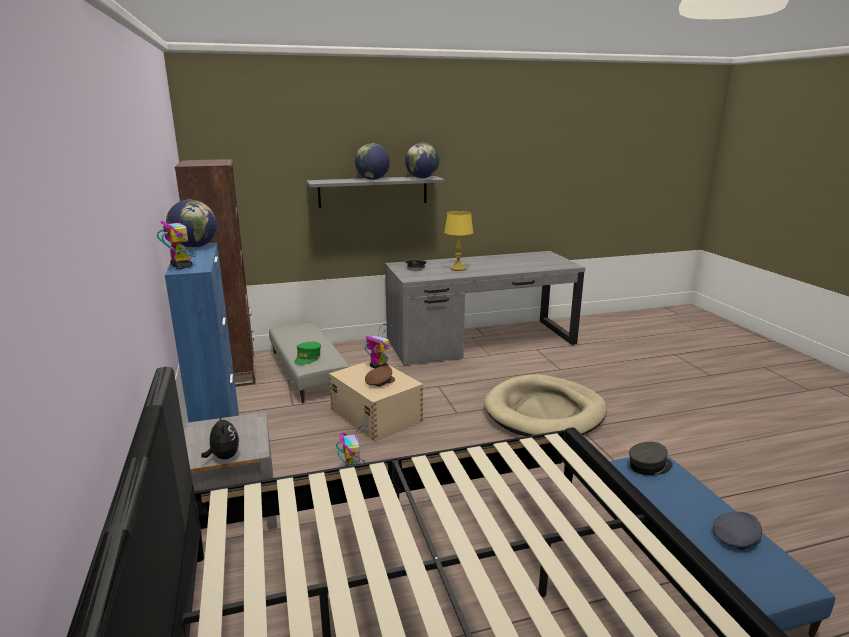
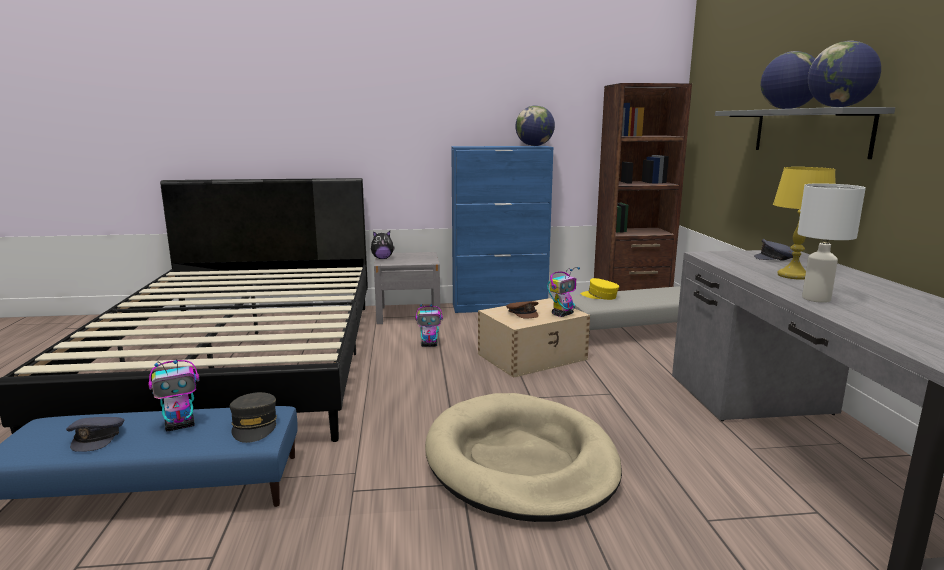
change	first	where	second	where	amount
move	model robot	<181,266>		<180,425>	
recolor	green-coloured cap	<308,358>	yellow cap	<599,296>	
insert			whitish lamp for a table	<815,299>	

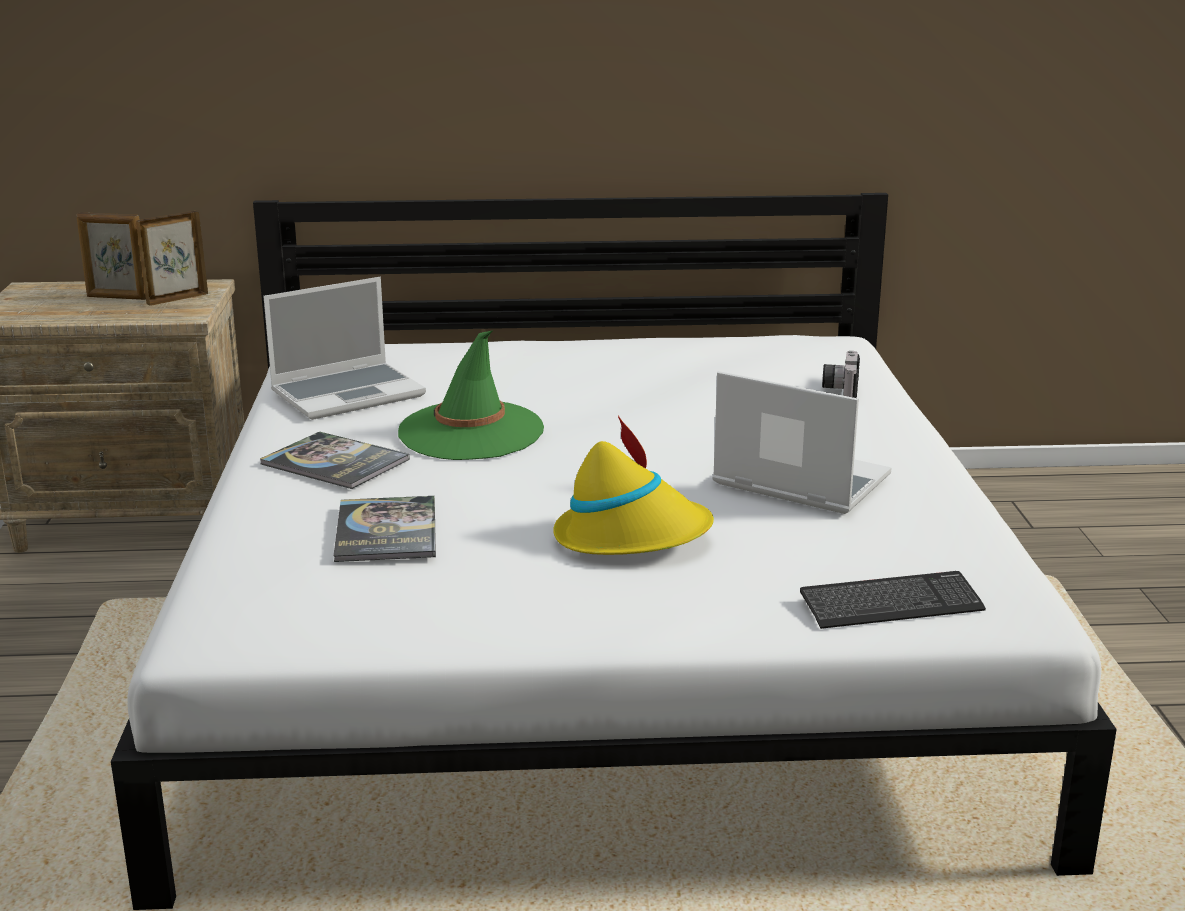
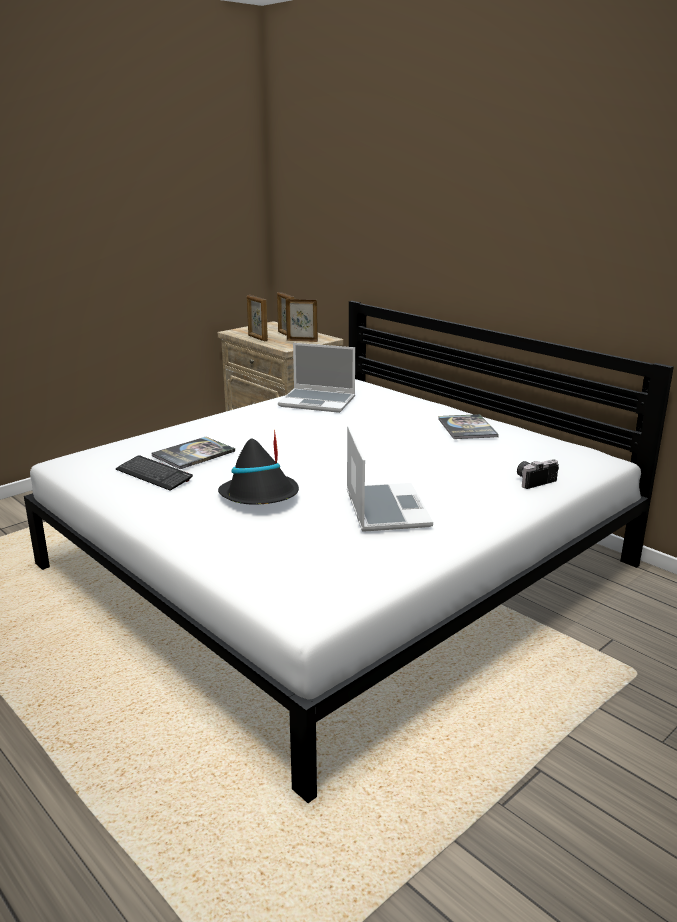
change	first	where	second	where	amount
move	book	<335,462>		<467,428>	
delete	green-coloured hat	<471,432>			
recolor	yellow hat	<632,536>	black-coloured hat	<260,496>	
move	computer keyboard	<891,604>		<154,475>	
insert			photo frame	<257,338>	

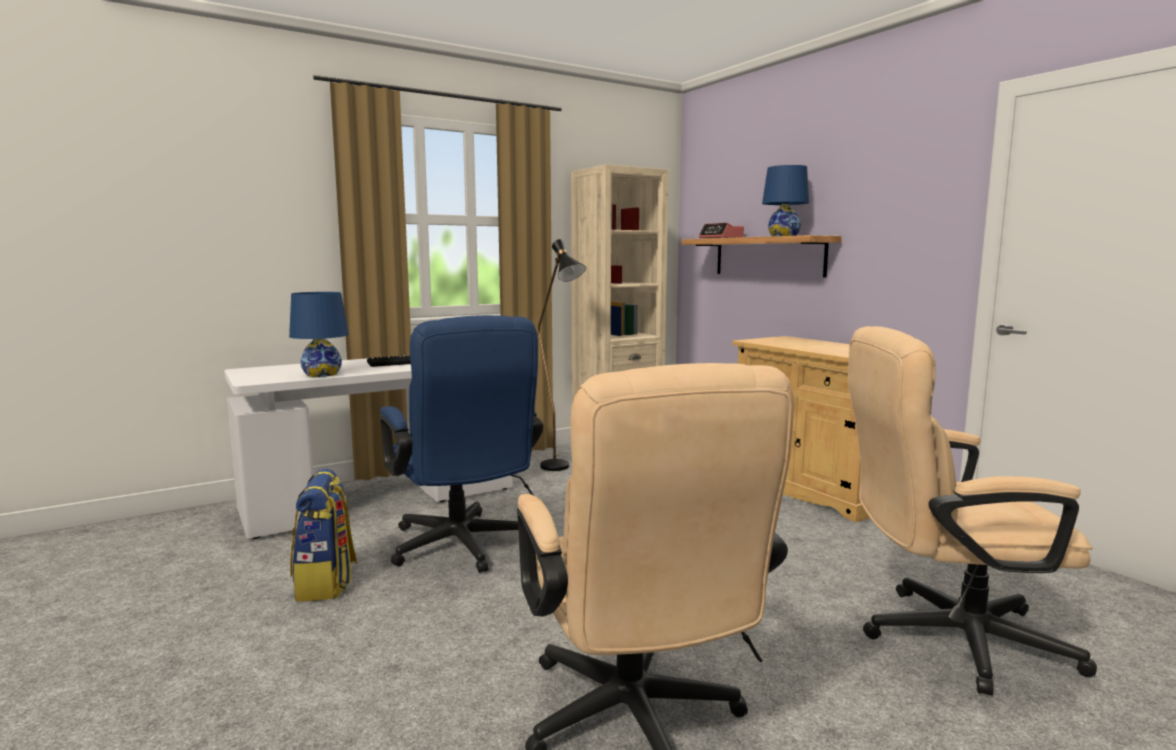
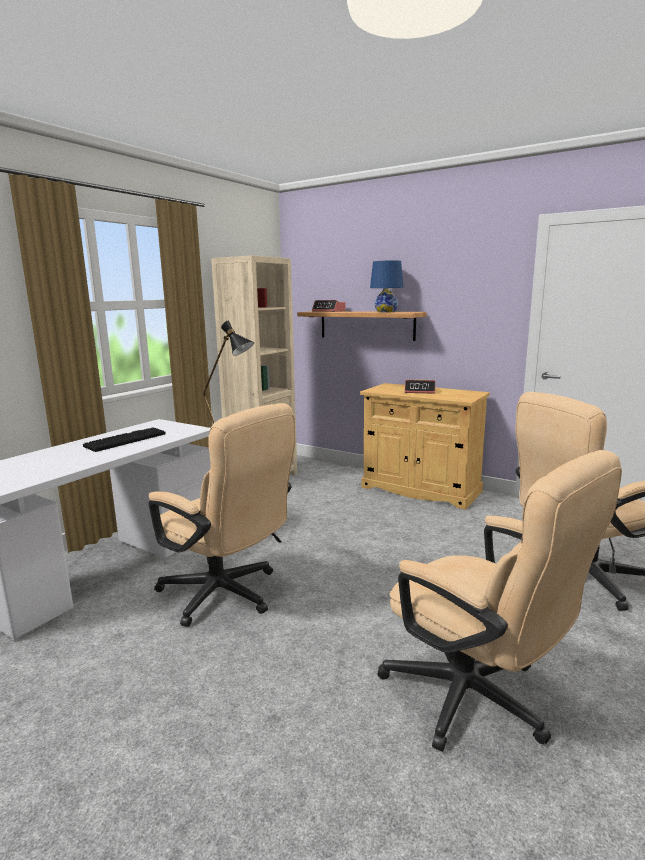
change	first	where	second	where	amount
delete	bluish lamp for a table	<322,374>			
delete	rucksack	<326,583>			
recolor	bluish desk chair	<462,549>	beige-coloured desk chair	<227,596>	
insert			bedside clock	<420,391>	

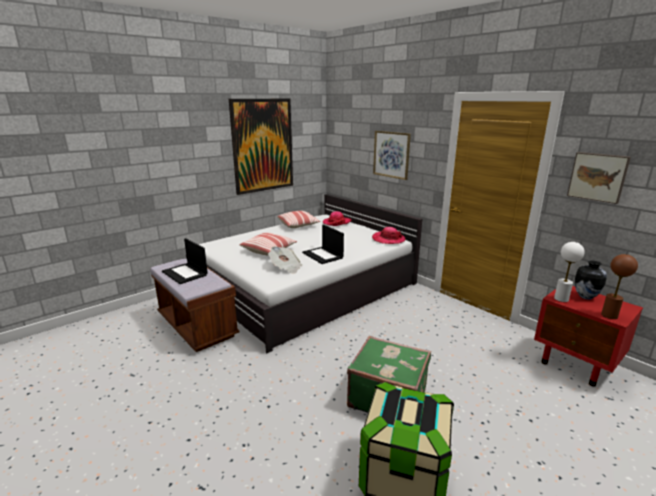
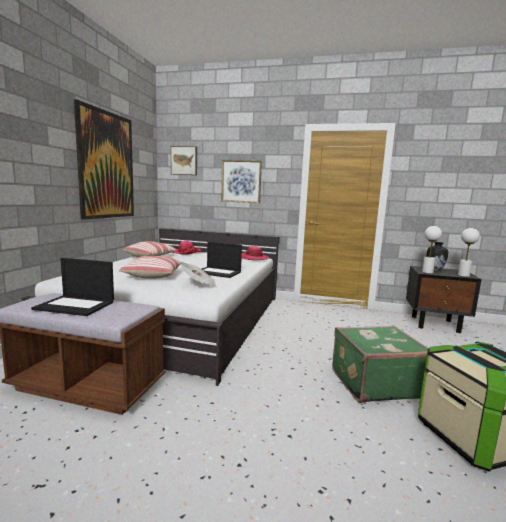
change	first	where	second	where	amount
recolor	red night table	<576,365>	black-coloured night table	<435,324>	
move	picture	<598,177>		<184,161>	
recolor	brown-coloured lamp for a table	<609,315>	whitish lamp for a table	<463,275>	

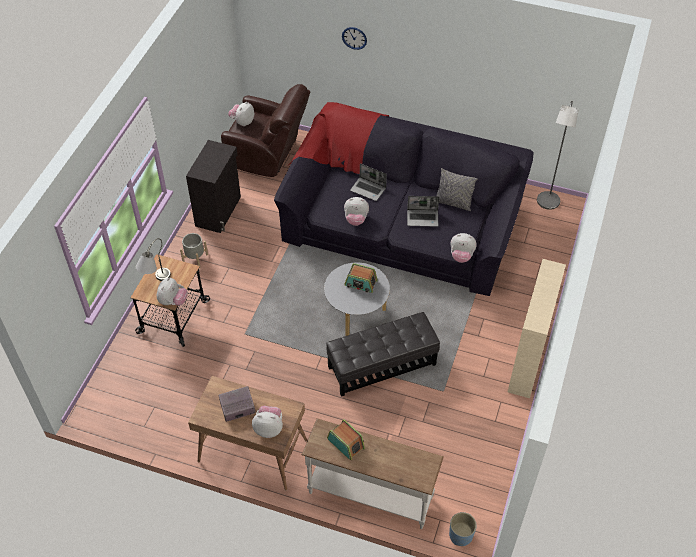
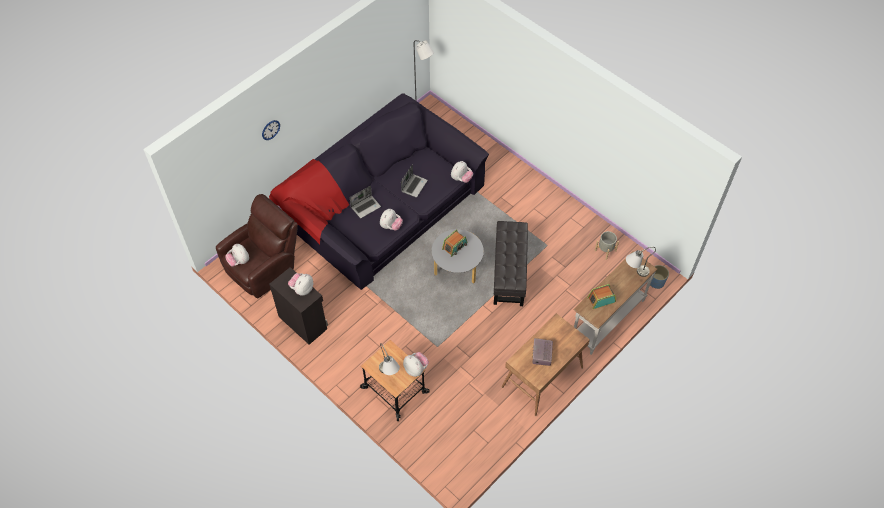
change	first	where	second	where	amount
move	greyish flower pot	<195,258>		<605,250>	
move	cuddly toy	<269,428>		<302,289>	
delete	greyish cushion	<453,203>			
delete	beige-coloured shelving unit	<528,361>			
insert			greyish lamp for a table	<634,272>	

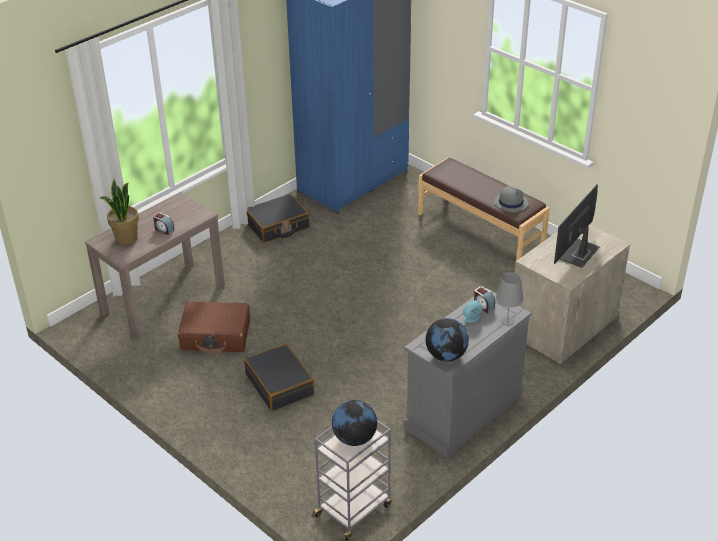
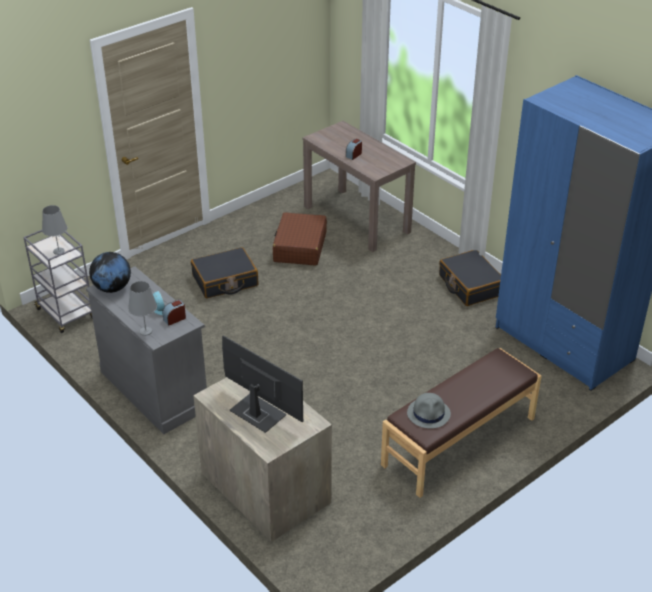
change	first	where	second	where	amount
delete	potted plant	<126,238>			
replace	world globe	<354,438>	greyish lamp for a table	<59,251>	

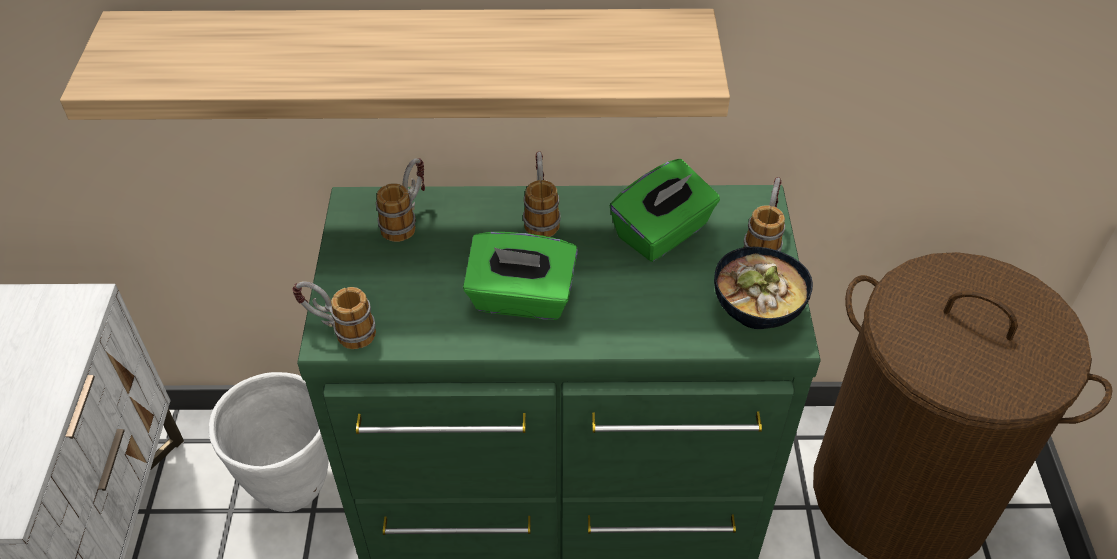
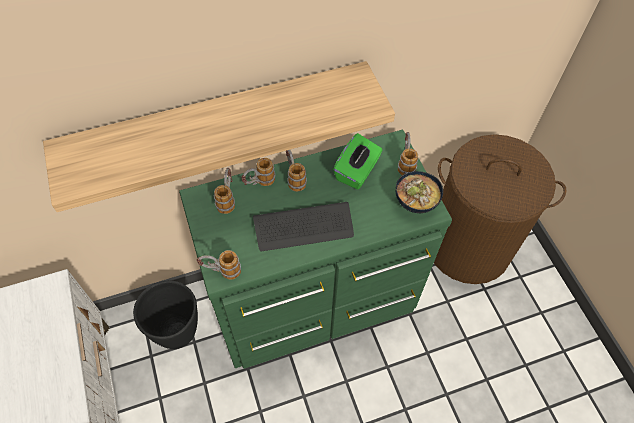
change	first	where	second	where	amount
recolor	whitish flower pot	<292,483>	black-coloured flower pot	<177,332>	
replace	green-coloured box of tissues	<521,299>	computer keyboard	<303,227>	
insert			coffee mug	<259,183>	

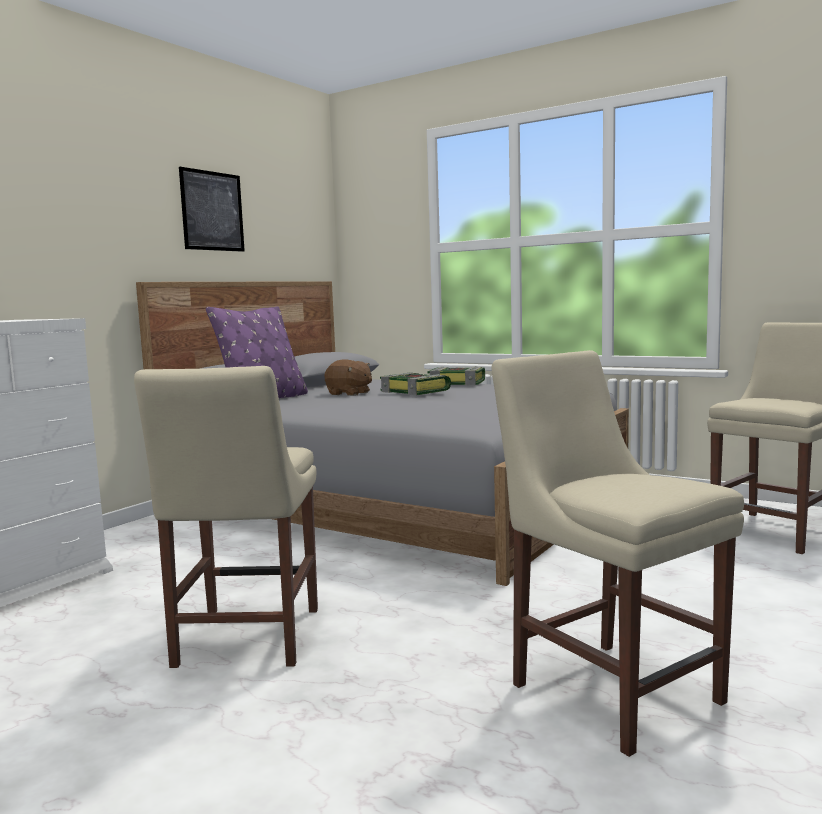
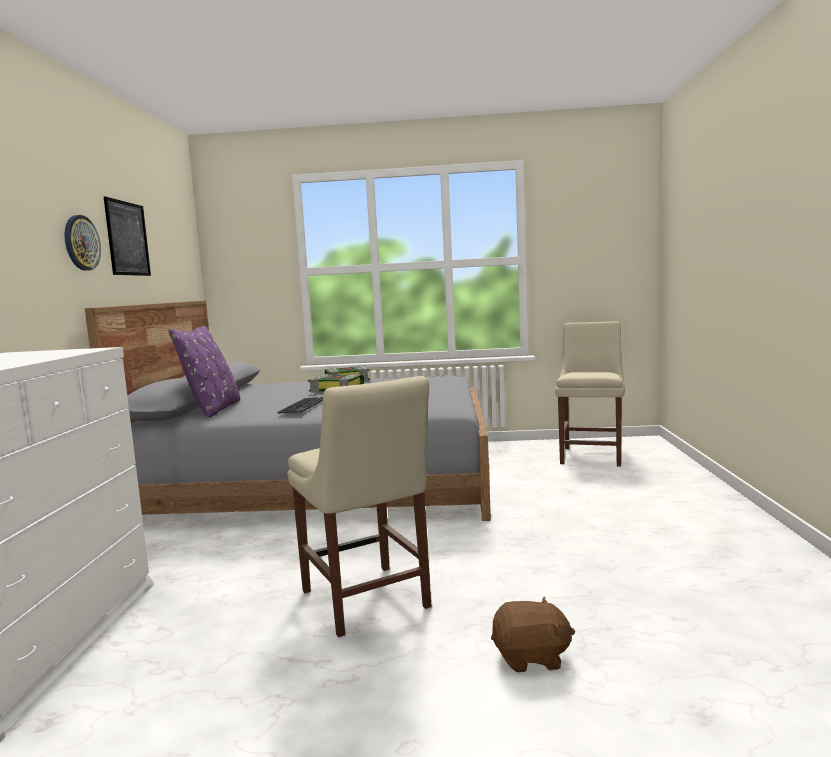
change	first	where	second	where	amount
move	brown-coloured cuddly toy	<349,393>		<531,657>	
delete	beige-coloured chair	<609,688>			
insert			hanging clock	<81,243>	
insert			computer keyboard	<302,406>	

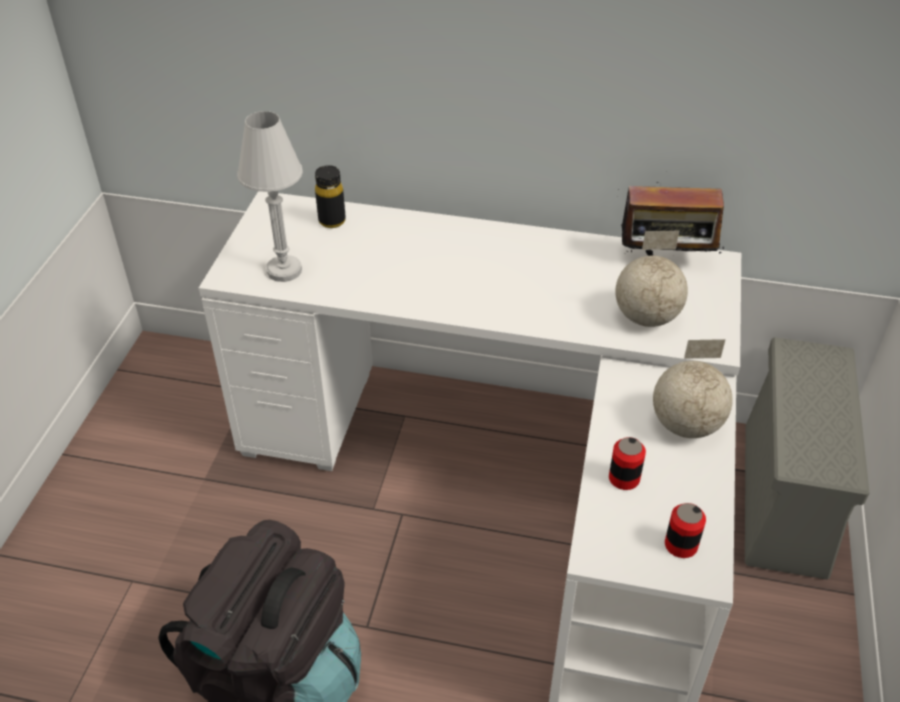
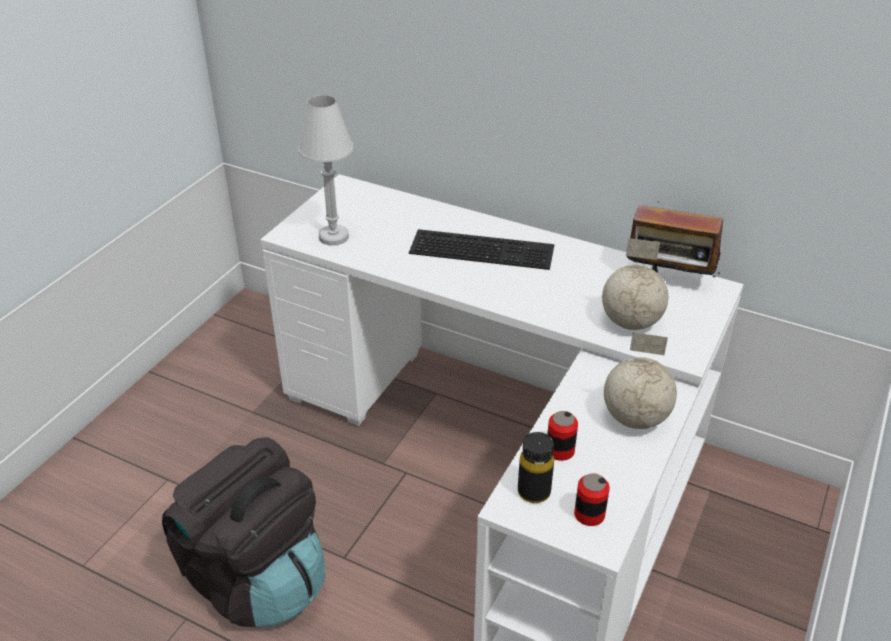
change	first	where	second	where	amount
move	black-coloured bottle	<332,221>		<534,492>	
delete	greyish storage bin	<785,500>			
insert			computer keyboard	<483,248>	

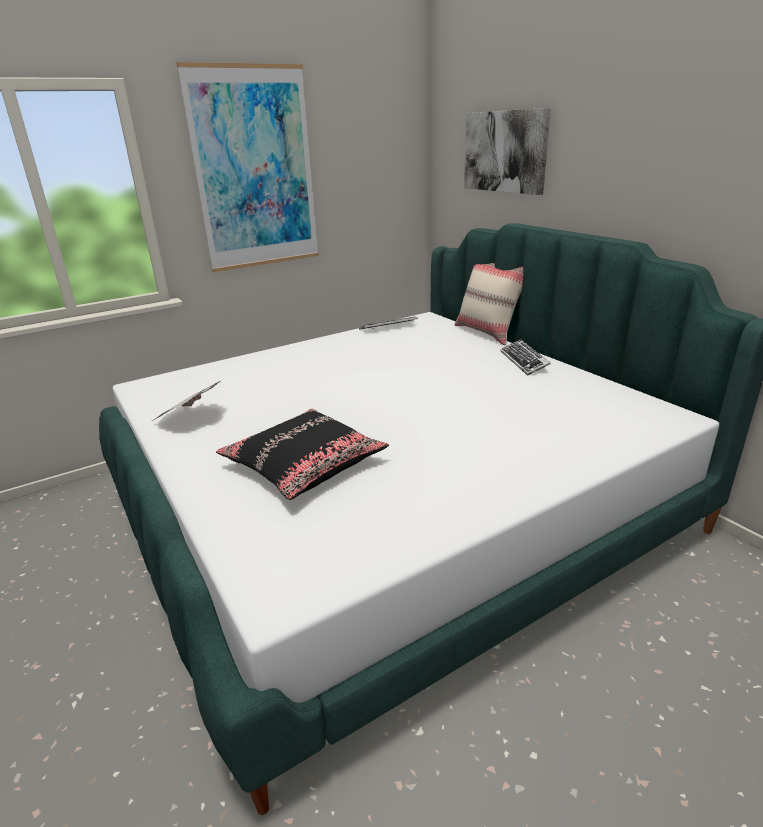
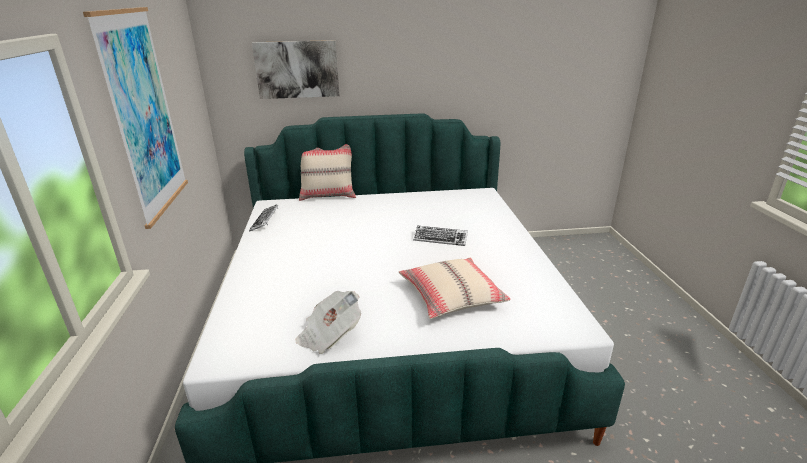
change	first	where	second	where	amount
recolor	black-coloured cushion	<304,465>	beige-coloured cushion	<451,296>	
move	computer keyboard	<524,361>		<440,239>	

